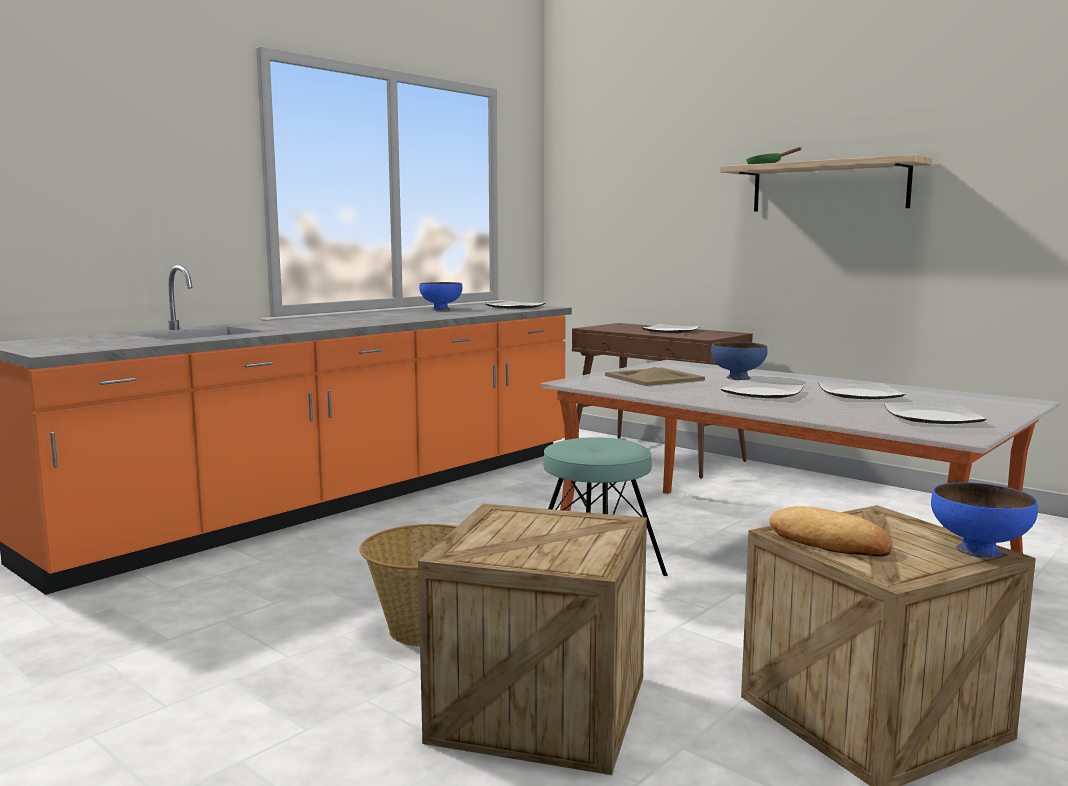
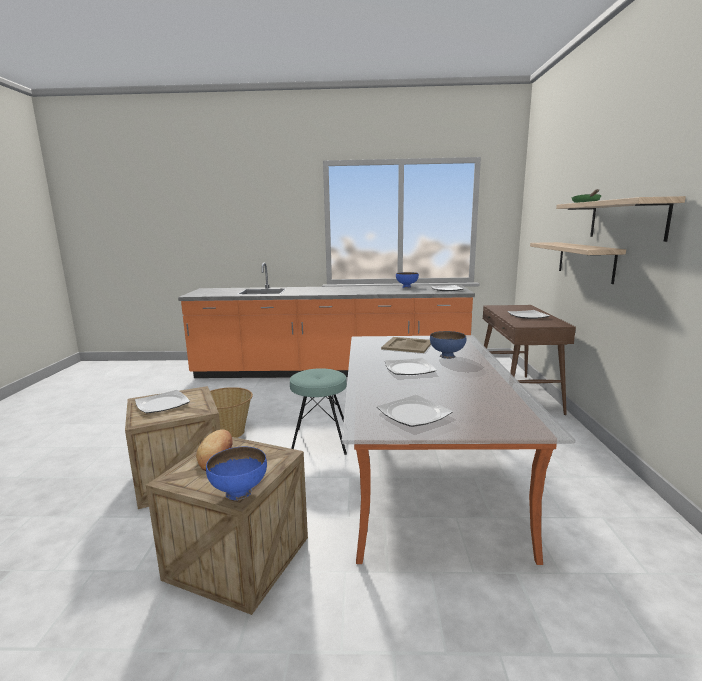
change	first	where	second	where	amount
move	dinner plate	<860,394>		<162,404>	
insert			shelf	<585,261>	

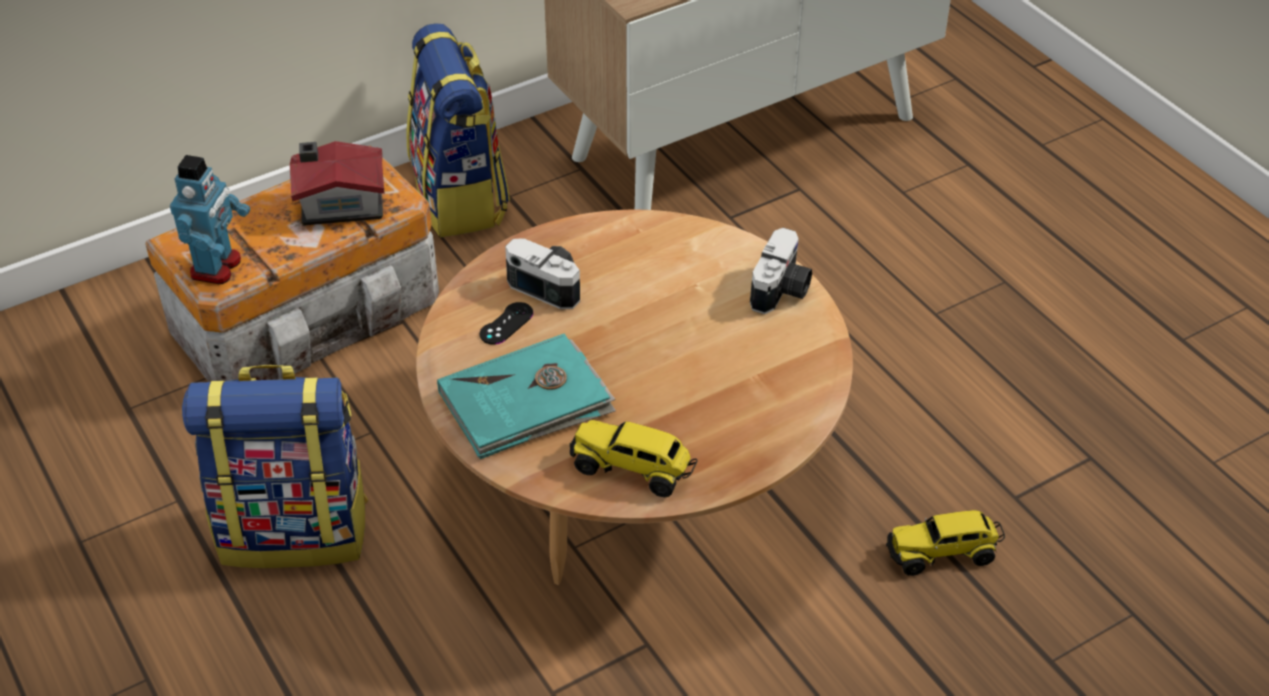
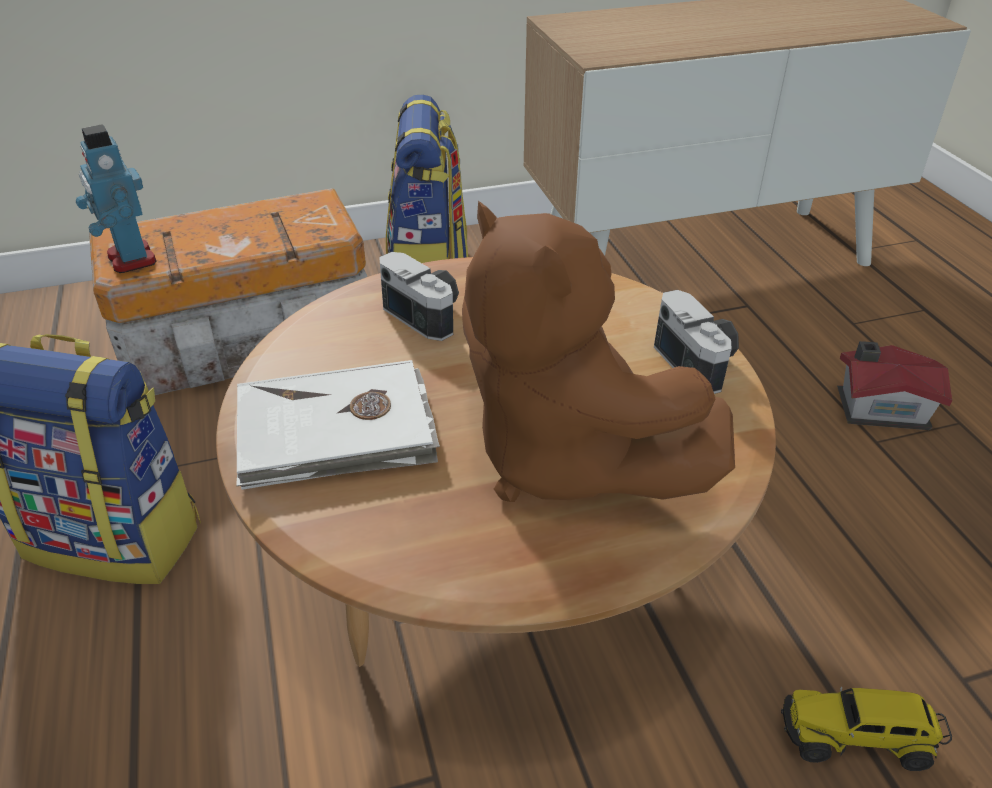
change	first	where	second	where	amount
rotate	model robot	<217,267>		<130,259>	120 degrees clockwise
move	model house	<339,203>		<879,407>	
recolor	turquoise-coloured book	<526,402>	whitish book	<336,432>	
delete	black-coloured gamepad	<506,324>			
delete	model truck	<633,468>			
rotate	photo camera	<782,290>		<699,362>	60 degrees counterclockwise
insert			brown-coloured cuddly toy	<565,457>	

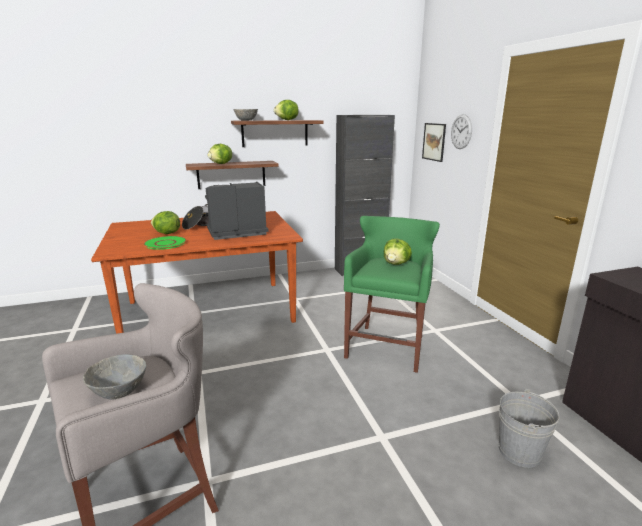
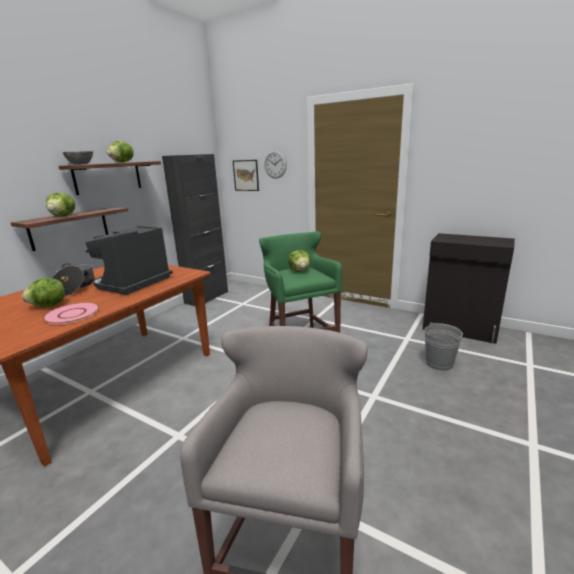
change	first	where	second	where	amount
delete	greyish serving bowl	<119,391>			
recolor	green-coloured dinner plate	<165,243>	pink-coloured dinner plate	<72,314>	

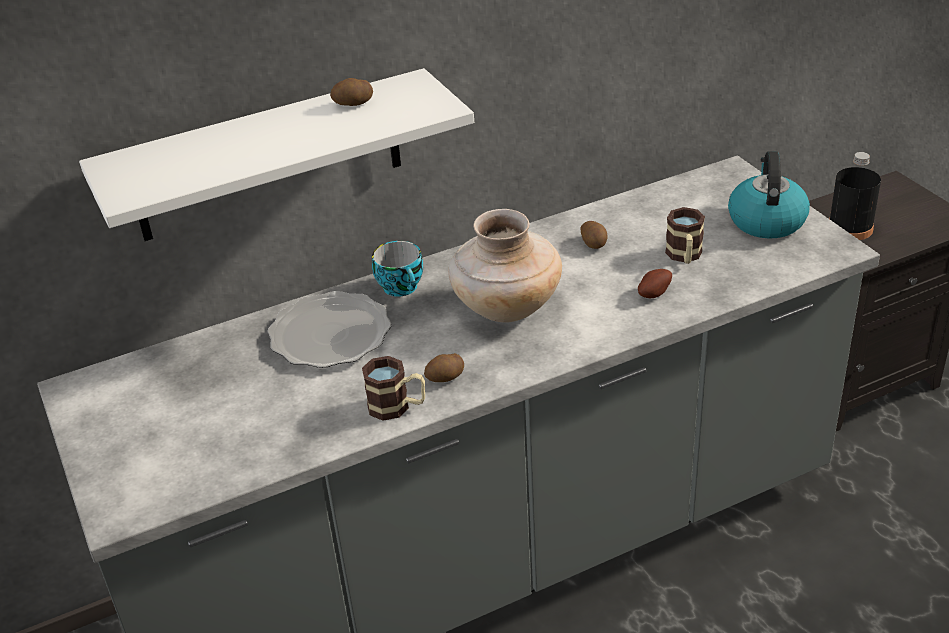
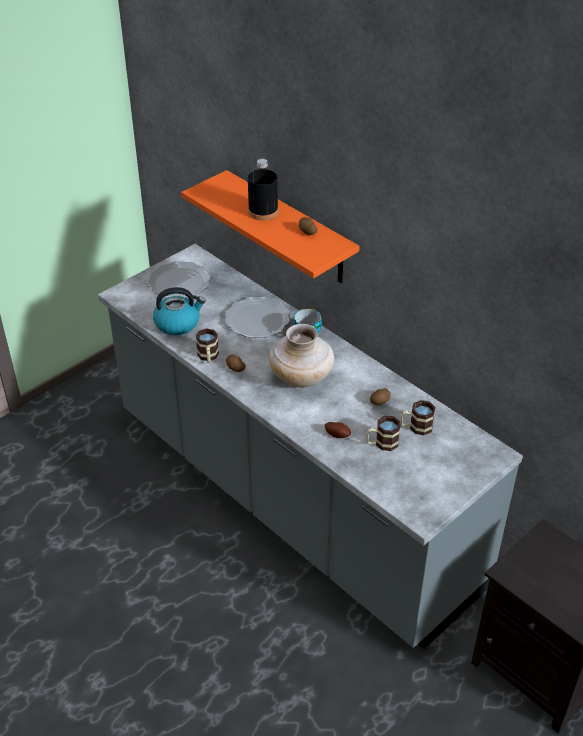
change	first	where	second	where	amount
recolor	whitish shelf	<268,157>	orangey shelf	<289,228>	
move	water kettle	<766,220>		<178,323>	
move	black-coloured bottle	<850,228>		<263,212>	
insert			dinner plate	<179,283>	
insert			coffee mug	<416,427>	

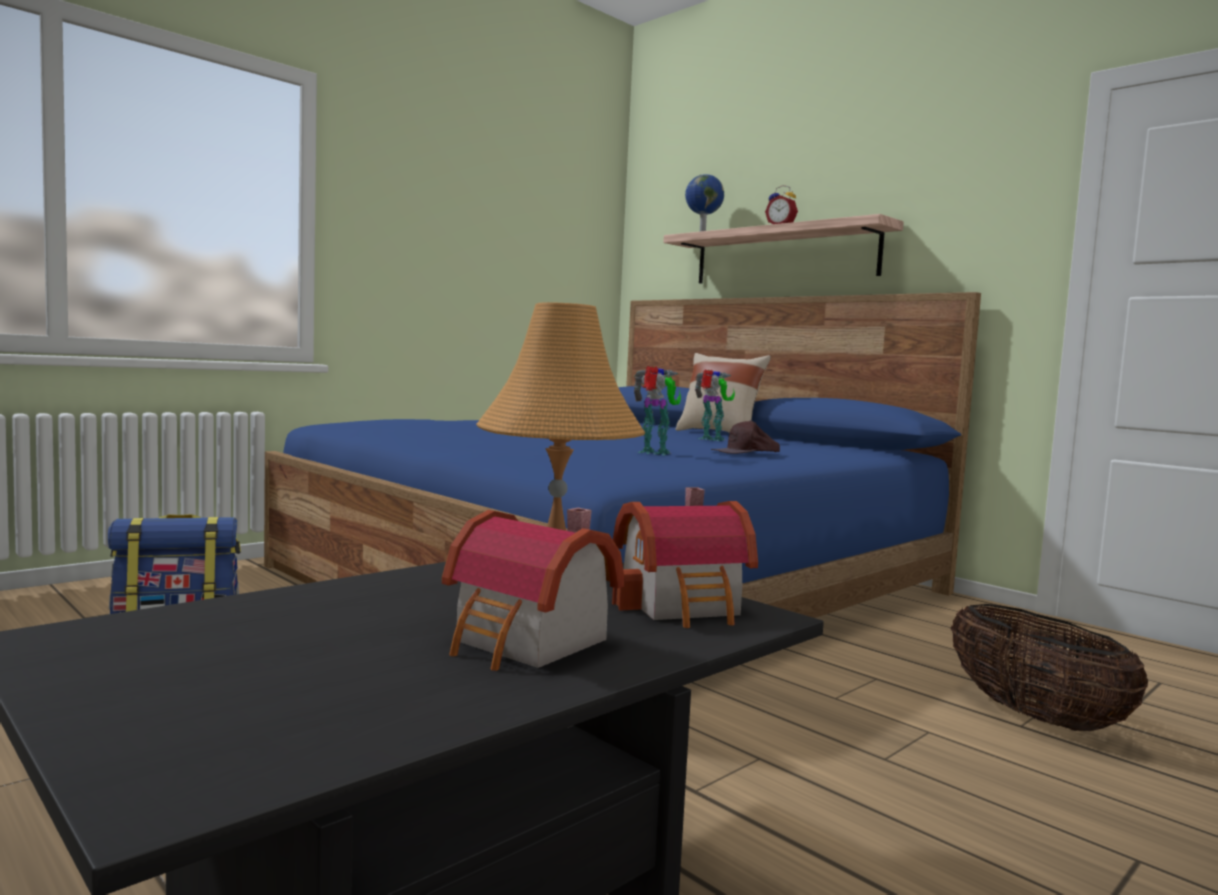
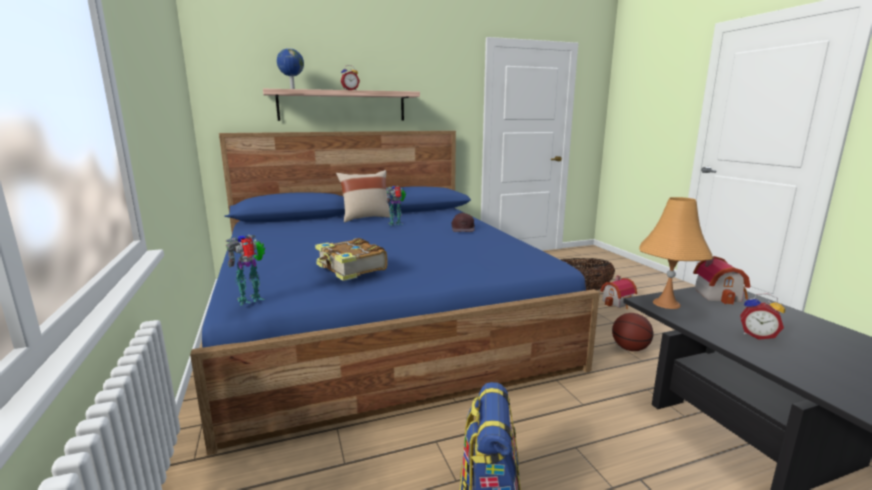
change	first	where	second	where	amount
move	model house	<528,643>		<619,302>	
move	model robot	<655,453>		<252,300>	
insert			book	<351,269>	
insert			basketball	<630,348>	
insert			bedside clock	<757,335>	

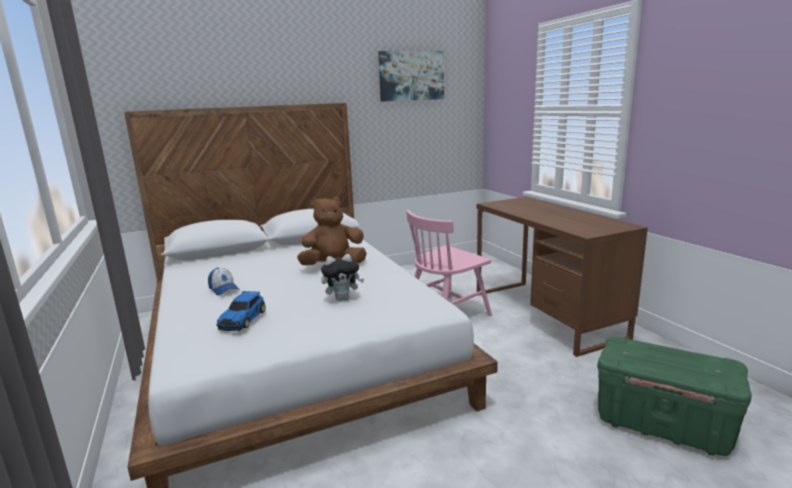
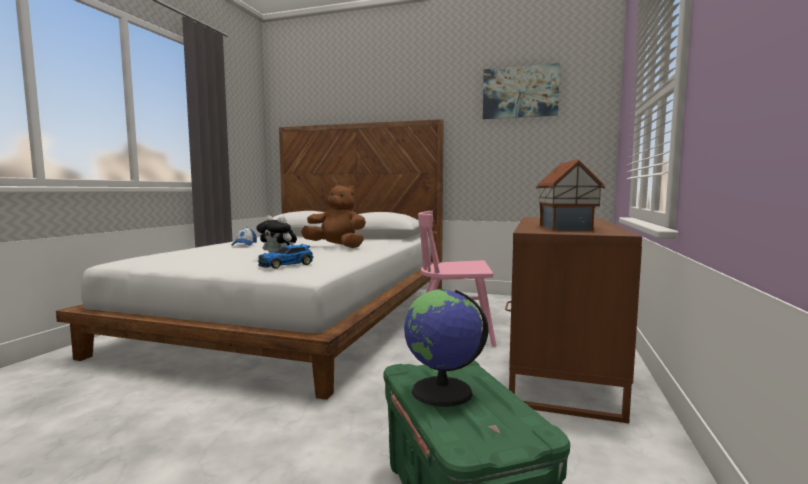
change	first	where	second	where	amount
move	model car	<243,319>		<287,265>	
insert			world globe	<442,392>	
insert			model house	<567,227>	

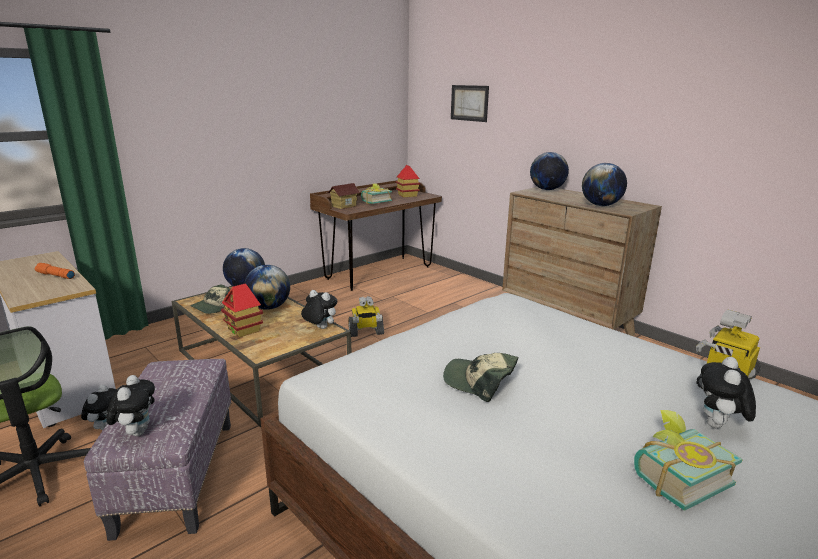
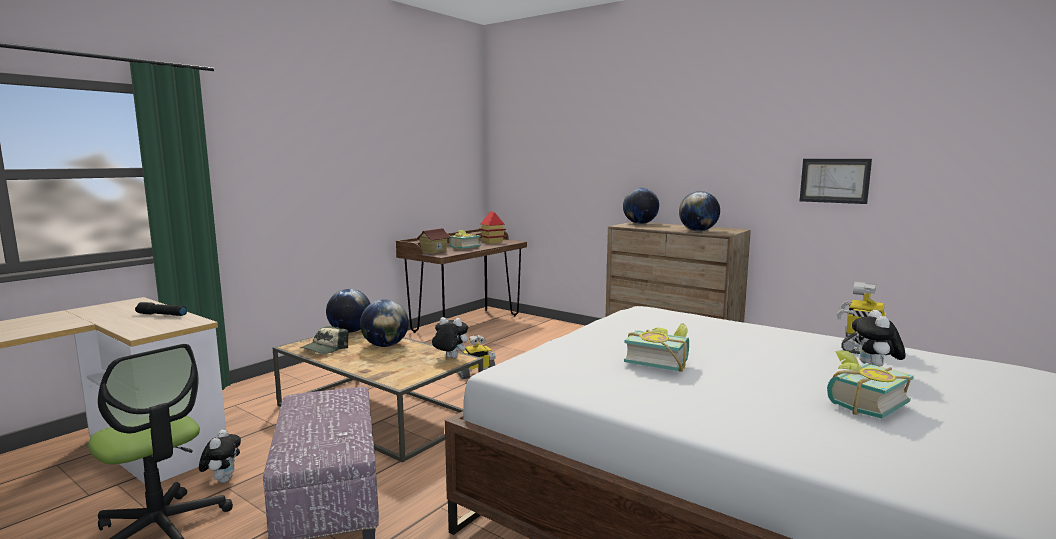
change	first	where	second	where	amount
recolor	orangey hand torch	<55,276>	black-coloured hand torch	<161,315>	
delete	cuddly toy	<137,432>			
delete	model house	<244,330>			
replace	cap	<479,382>	book	<658,361>	
move	picture	<469,103>		<834,180>	

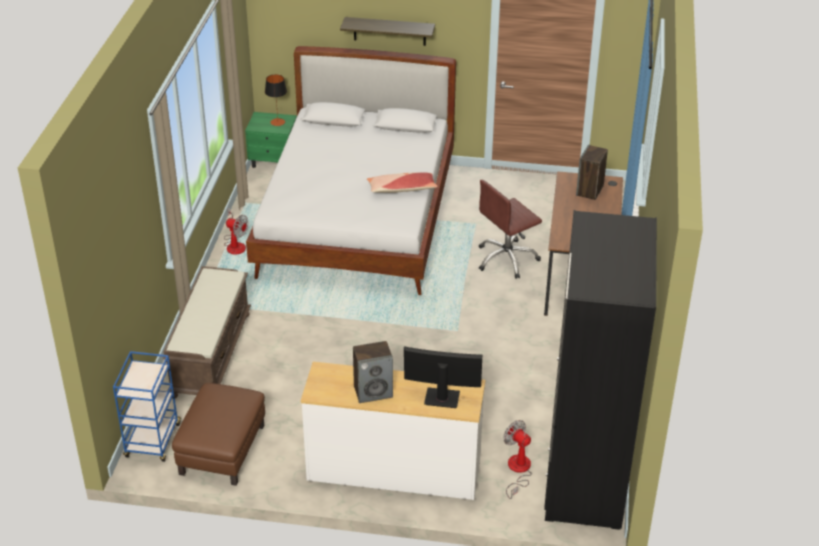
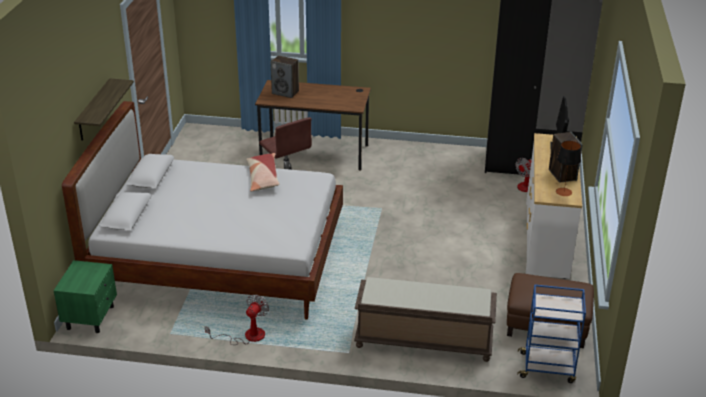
change	first	where	second	where	amount
move	lamp for a table	<277,122>		<564,192>	

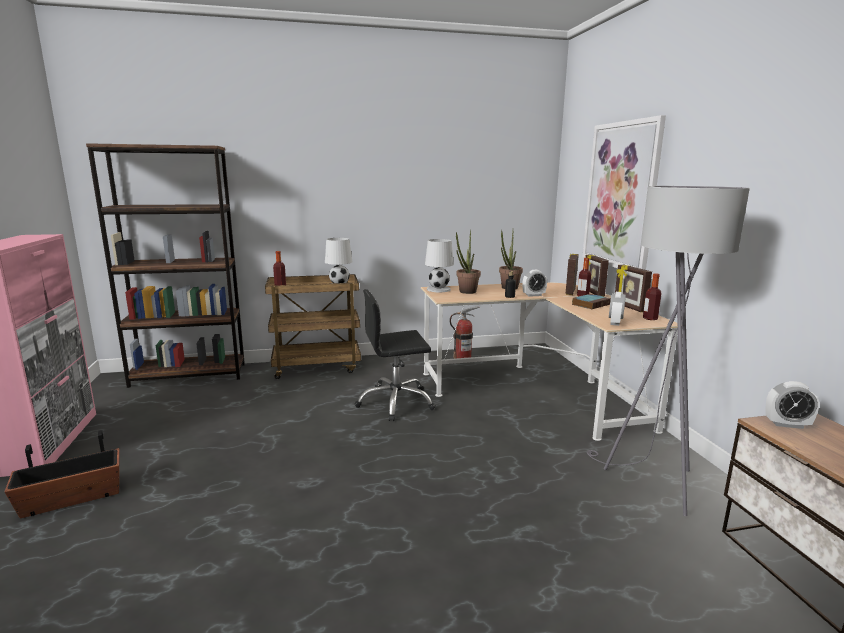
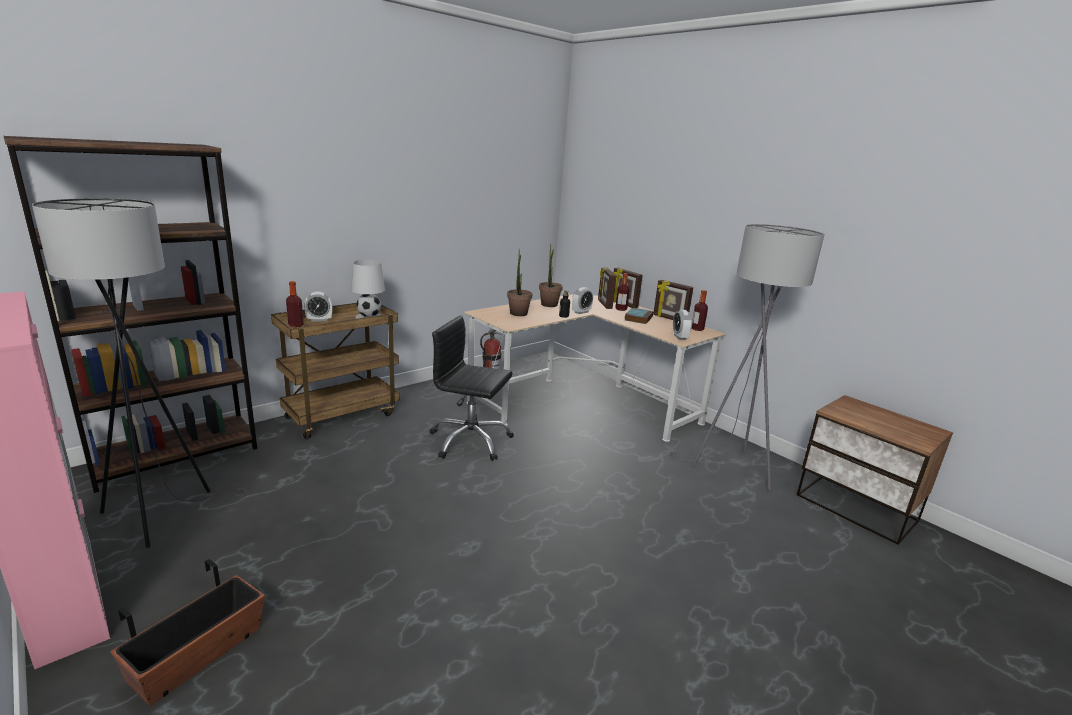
change	first	where	second	where	amount
rotate	black-coloured desk chair	<395,402>		<470,441>	60 degrees clockwise
delete	whitish lamp for a table	<438,289>			
delete	picture	<621,196>			
move	bedside clock	<787,424>		<319,320>	
insert			greyish standing lamp	<162,512>	

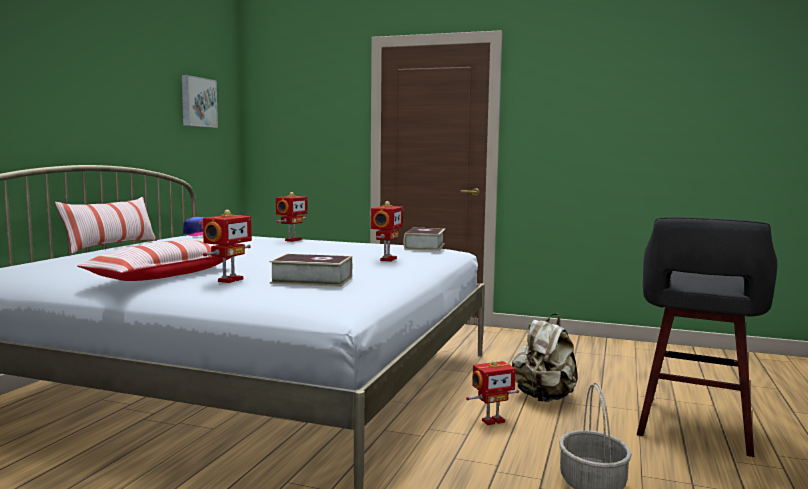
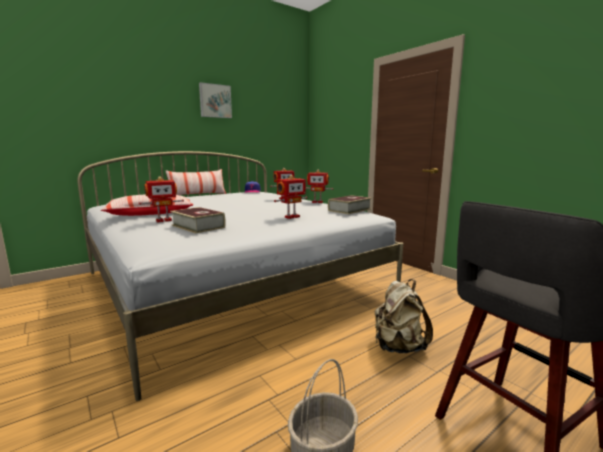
change	first	where	second	where	amount
move	picture	<197,102>		<215,101>	
move	model robot	<492,420>		<317,202>	

